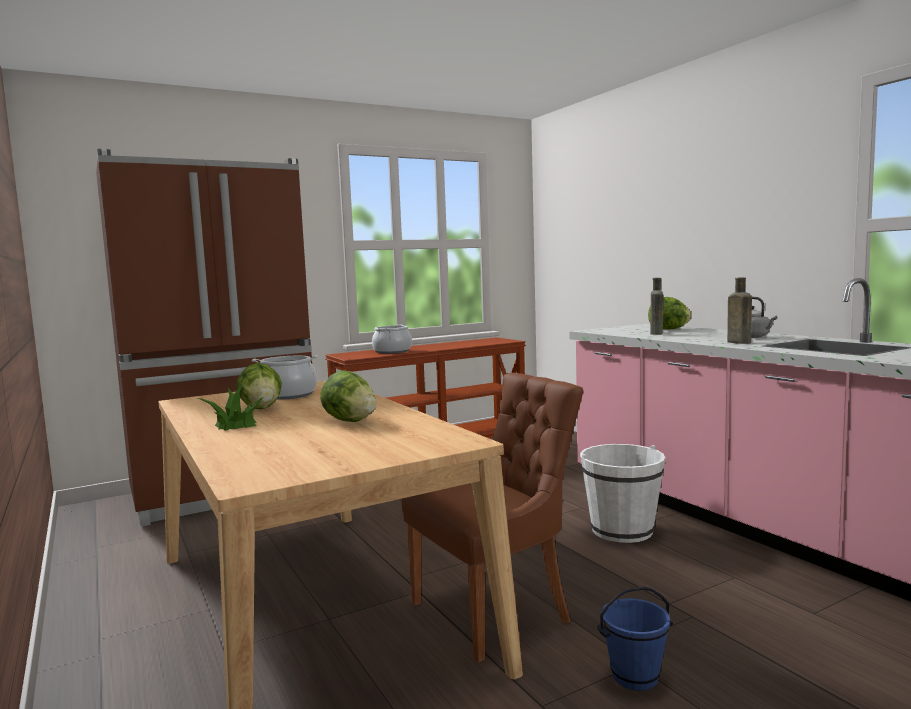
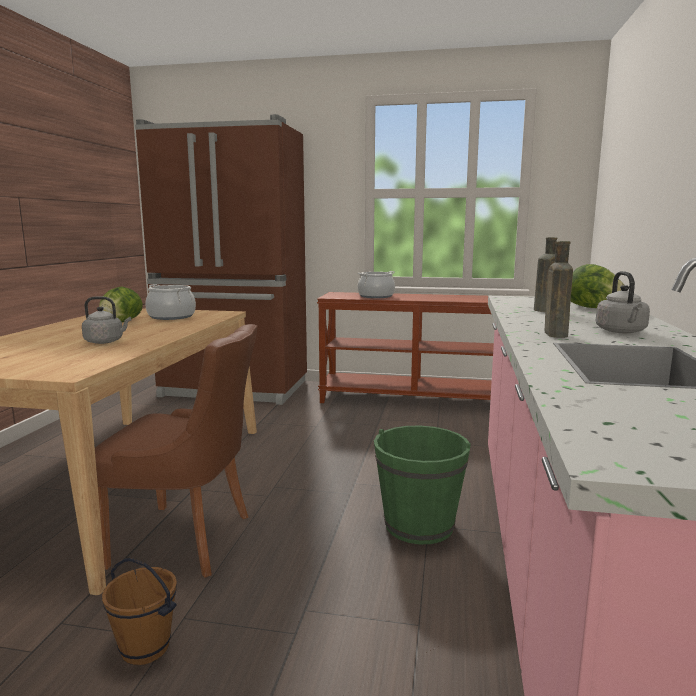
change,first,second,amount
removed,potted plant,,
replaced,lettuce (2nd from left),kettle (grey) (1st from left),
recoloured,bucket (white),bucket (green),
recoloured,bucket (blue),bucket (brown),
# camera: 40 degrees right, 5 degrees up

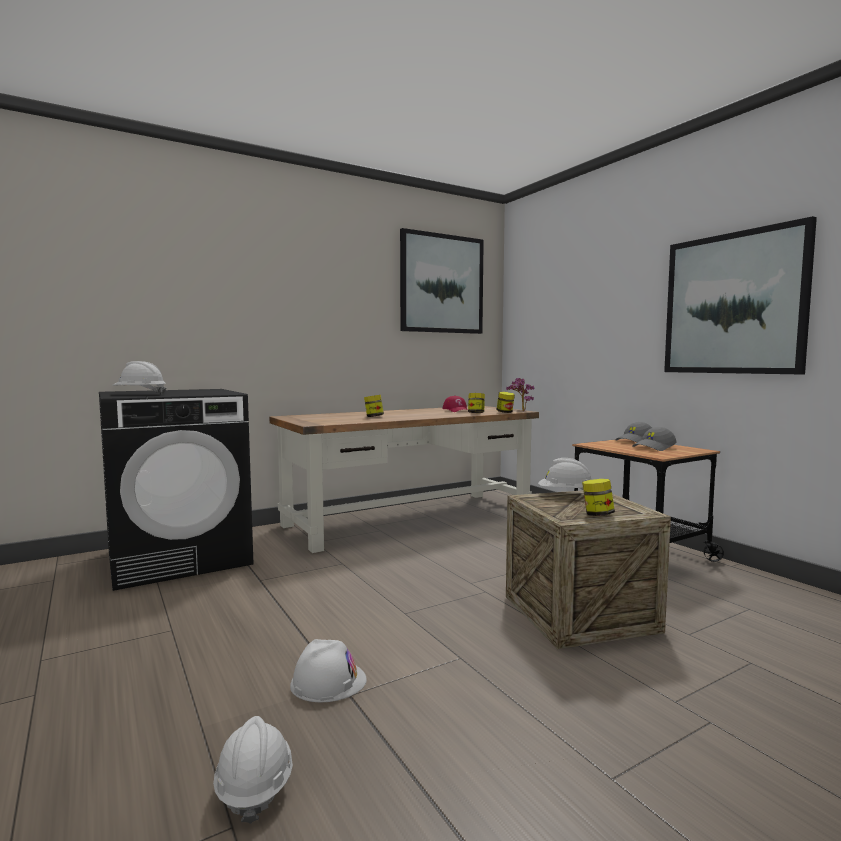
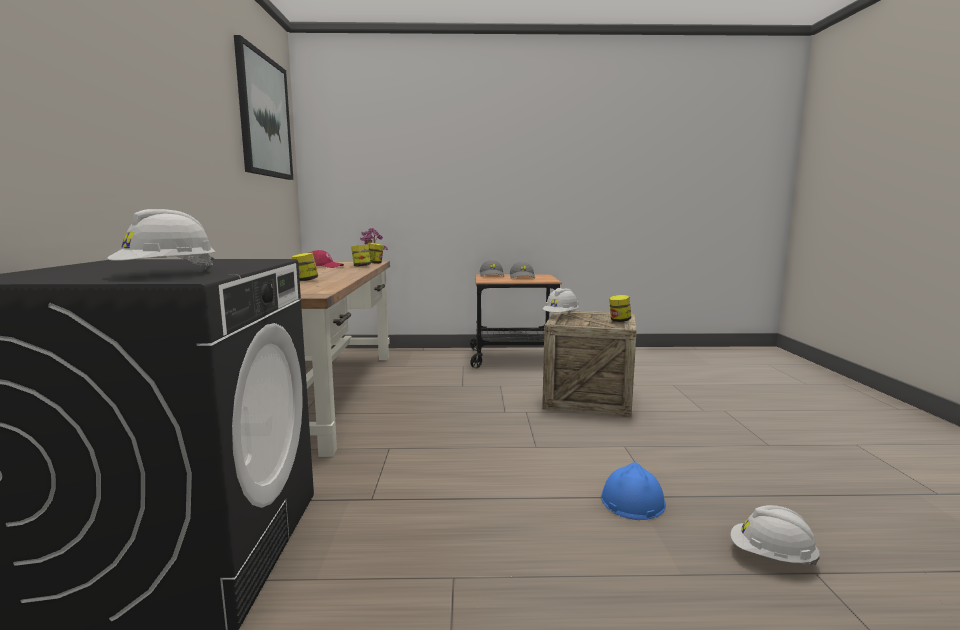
change,first,second,amount
recoloured,hard hat (white) (3rd from left),hard hat (blue),
removed,picture (2nd from left),,
# camera: 60 degrees left, 5 degrees up

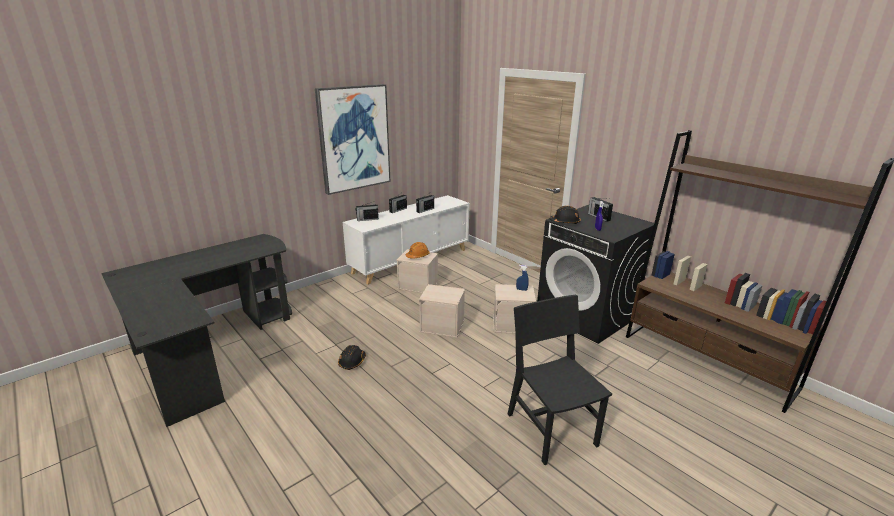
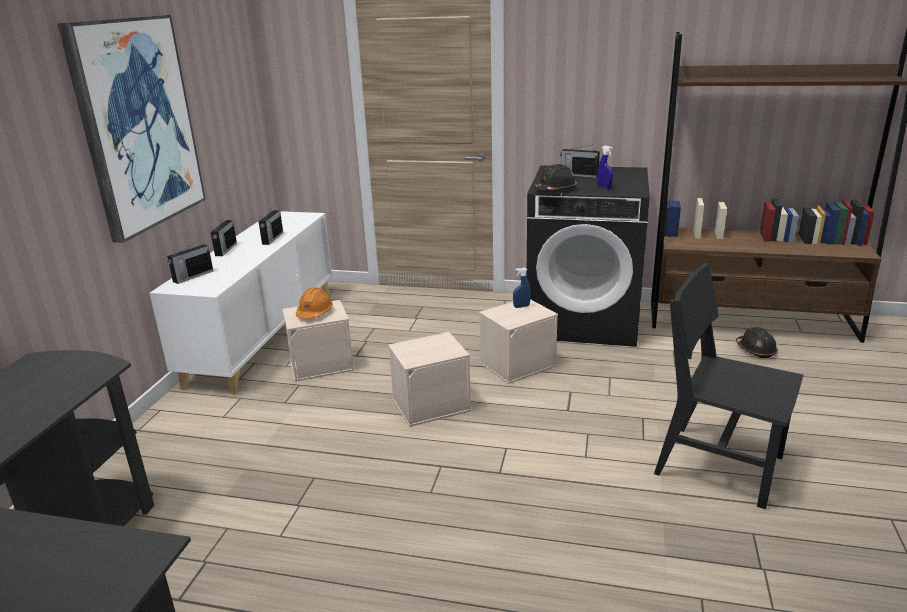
change,first,second,amount
moved,hard hat (black) (1st from left in the first image),hard hat (black) (2nd from left),
# camera: 35 degrees left, 0 degrees up

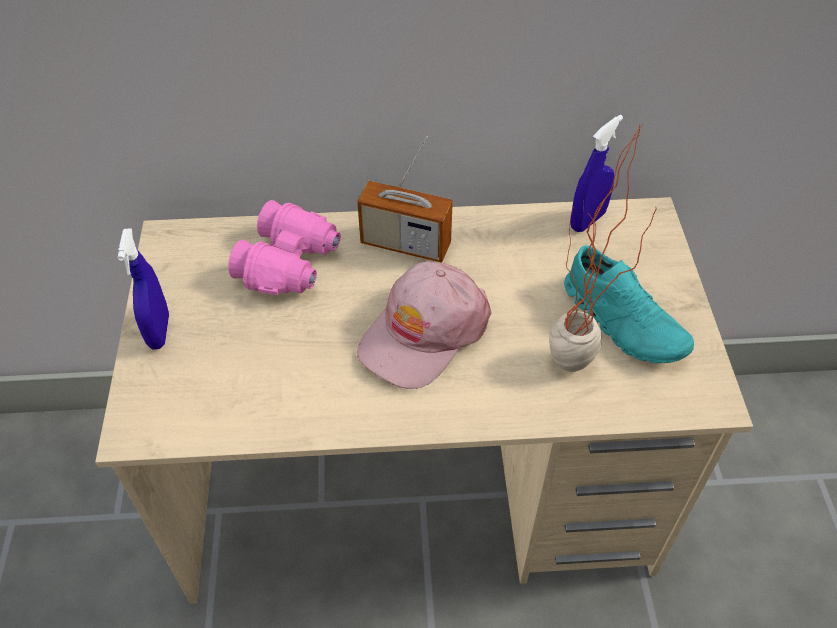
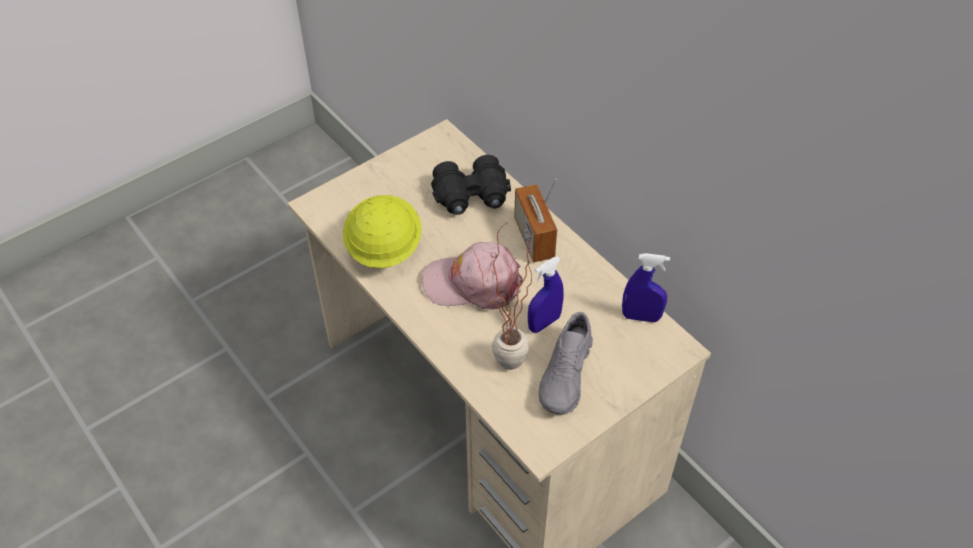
change,first,second,amount
moved,spray bottle (blue) (1st from left),,
recoloured,binoculars (pink),binoculars (black),
recoloured,shoe (turquoise),shoe (grey),
added,,hard hat (yellow),
# camera: 55 degrees right, 0 degrees up

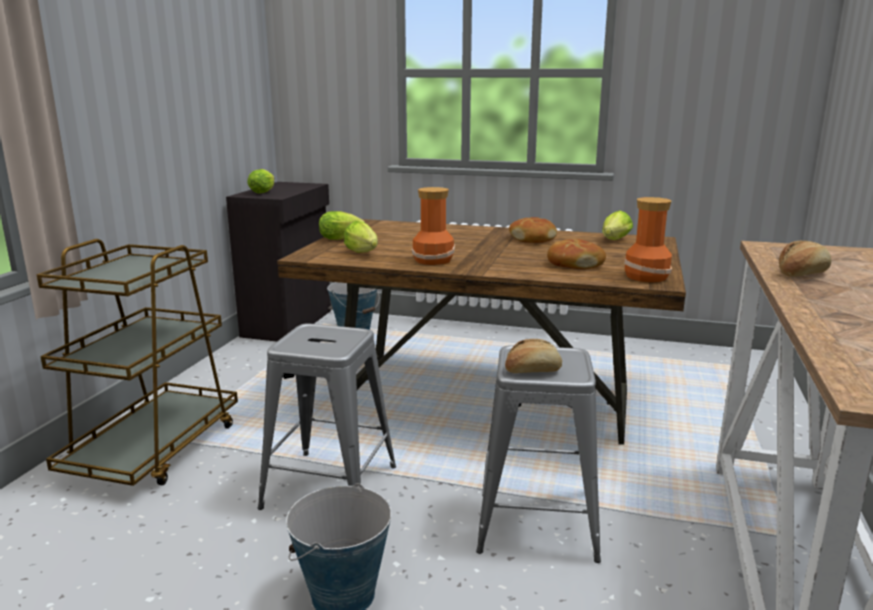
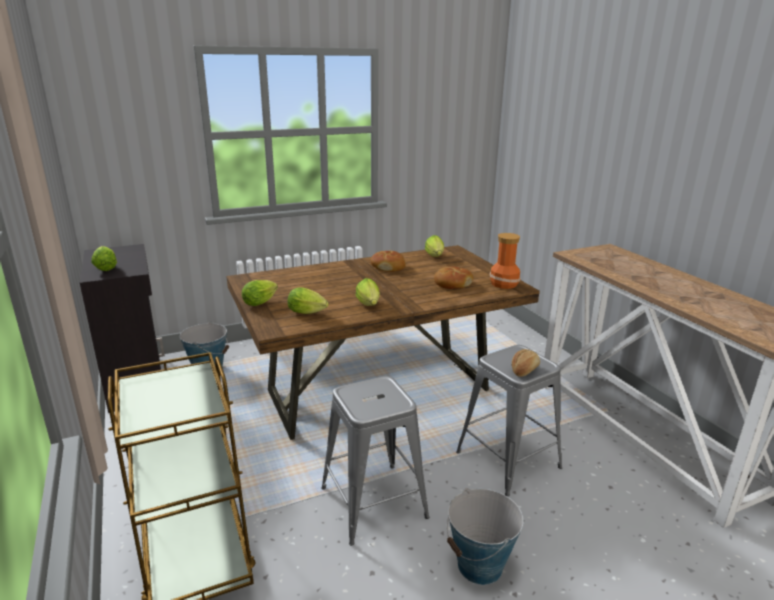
change,first,second,amount
replaced,vase (1st from left),lettuce (4th from left),
removed,bread (4th from left),,
# camera: 40 degrees left, 5 degrees up

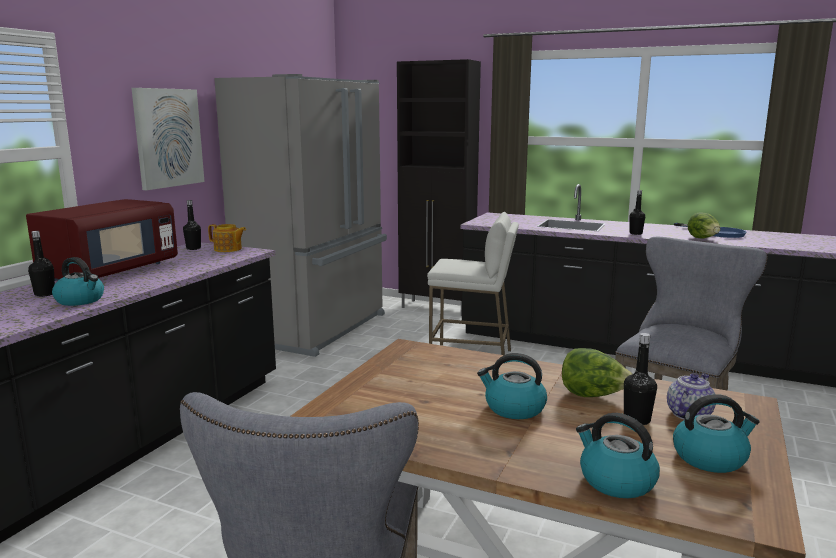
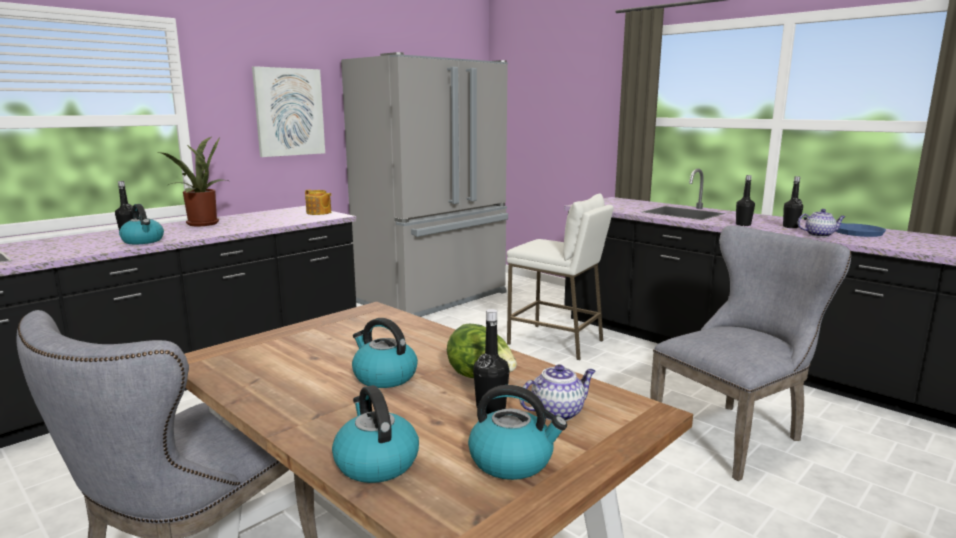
change,first,second,amount
replaced,microwave (red),potted plant,
moved,bottle (black) (2nd from left in the first image),bottle (black) (4th from left),
removed,cabinet (black),,
replaced,lettuce (2nd from left),teapot (3rd from left),
# camera: 20 degrees right, 0 degrees up

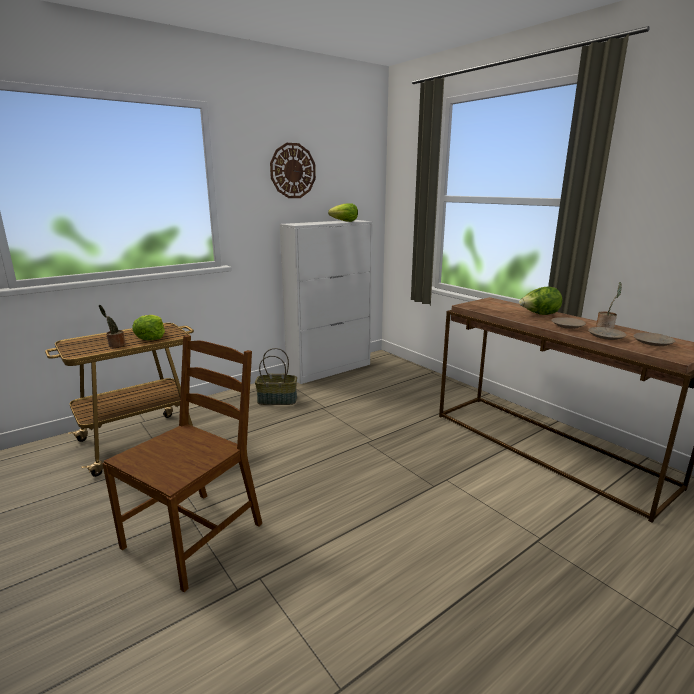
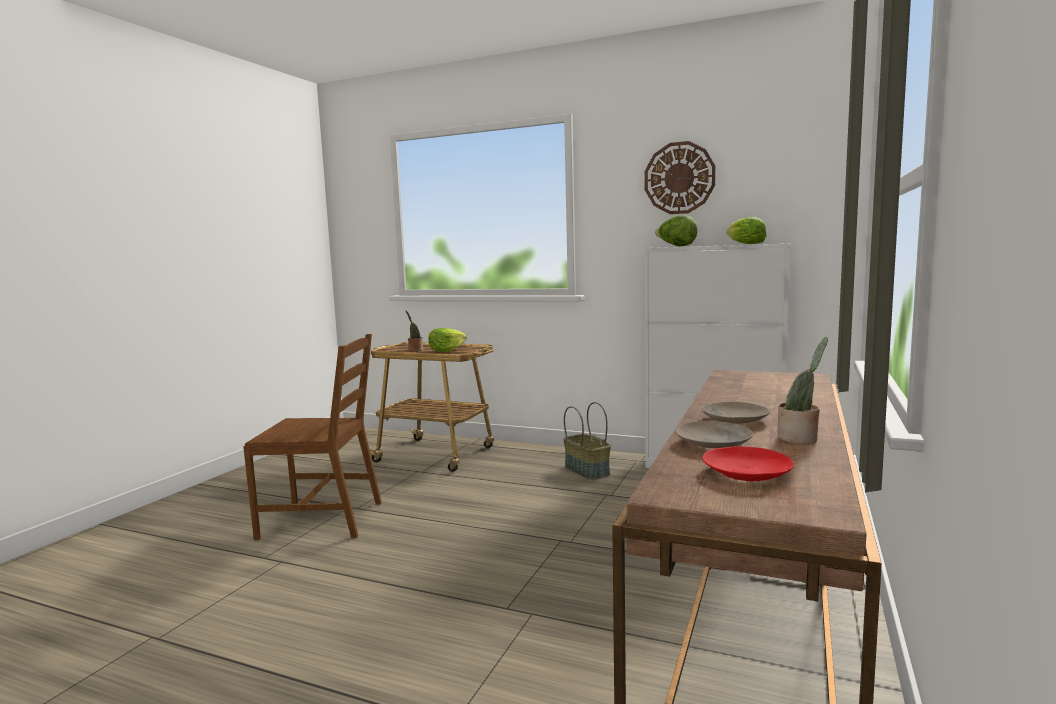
change,first,second,amount
moved,lettuce (3rd from left in the first image),lettuce (2nd from left),
recoloured,plate (beige) (3rd from left),plate (red),
# camera: 60 degrees right, 10 degrees down

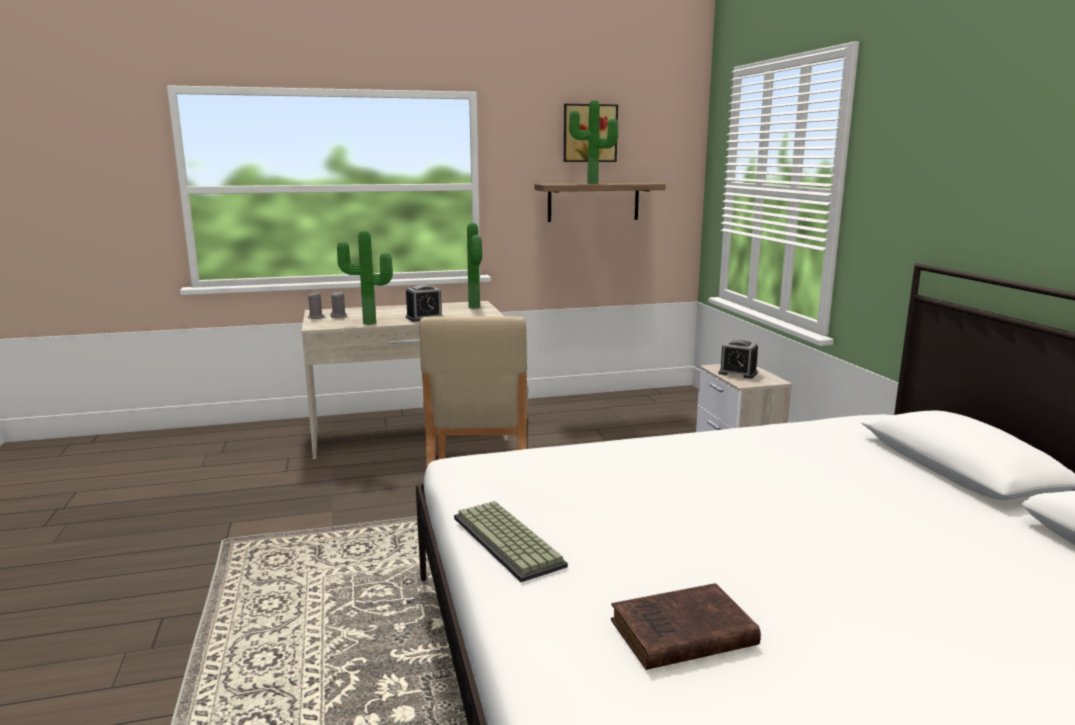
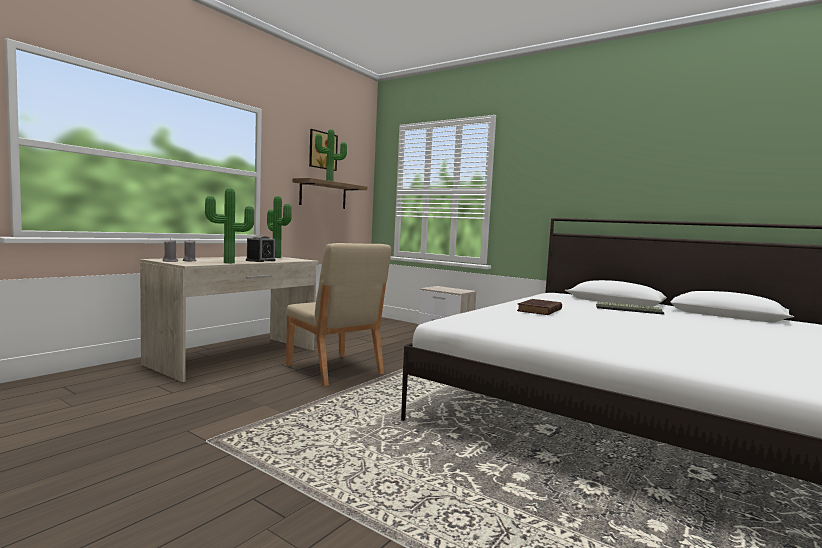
change,first,second,amount
moved,keyboard,,
moved,book (brown),,
removed,alarm clock (2nd from left),,
# camera: 40 degrees left, 10 degrees down

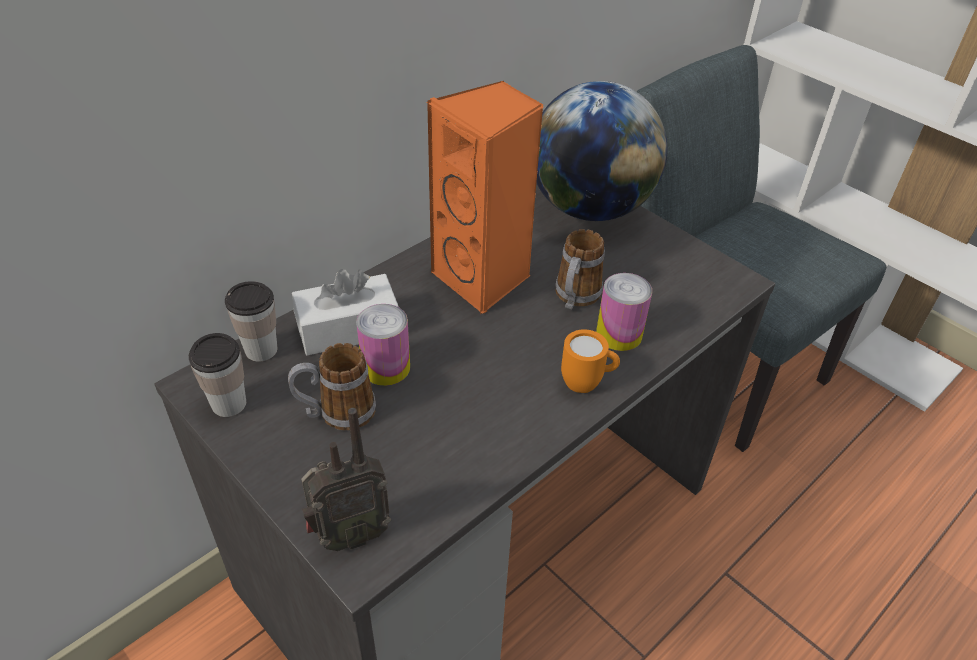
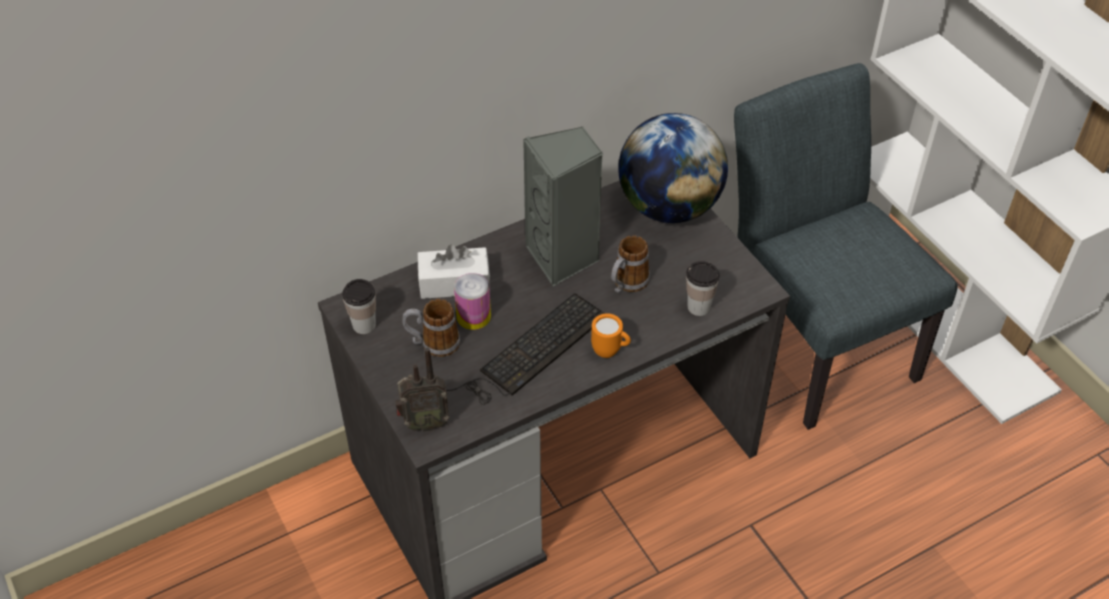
change,first,second,amount
moved,cup (2nd from left),,
recoloured,speaker (orange),speaker (grey),
removed,can (2nd from left),,
added,,keyboard,
# camera: 15 degrees right, 5 degrees up

